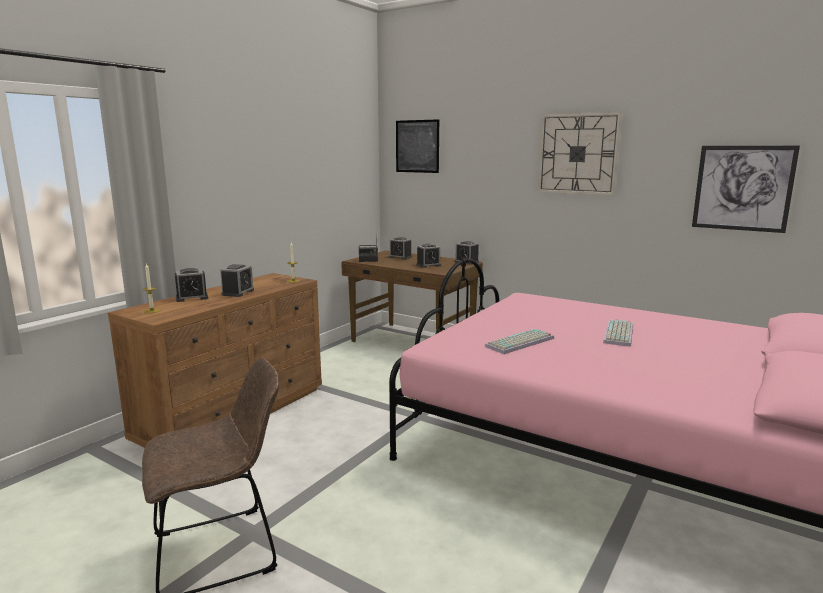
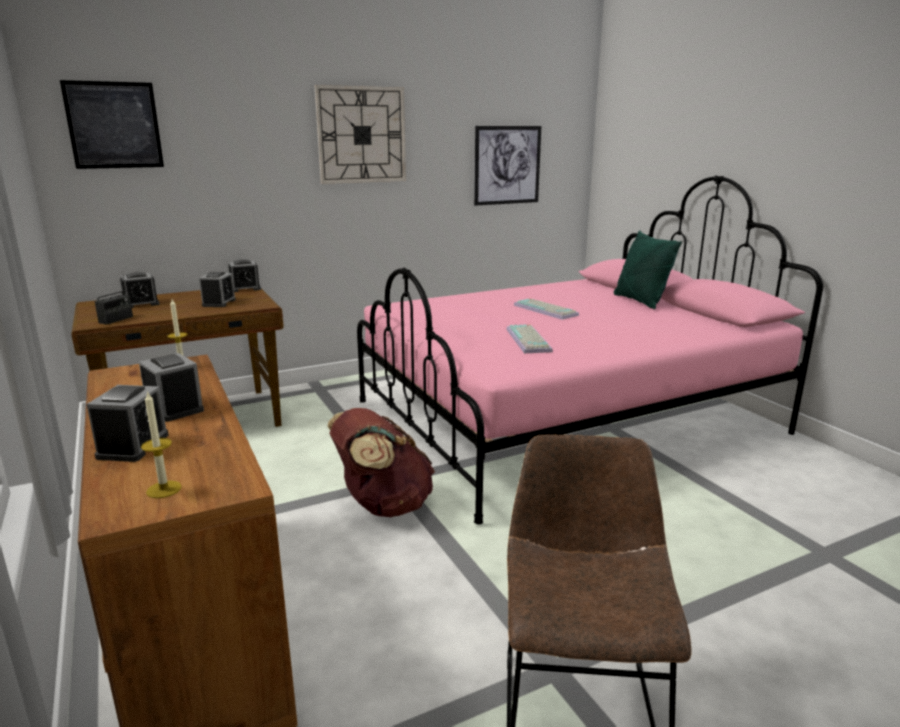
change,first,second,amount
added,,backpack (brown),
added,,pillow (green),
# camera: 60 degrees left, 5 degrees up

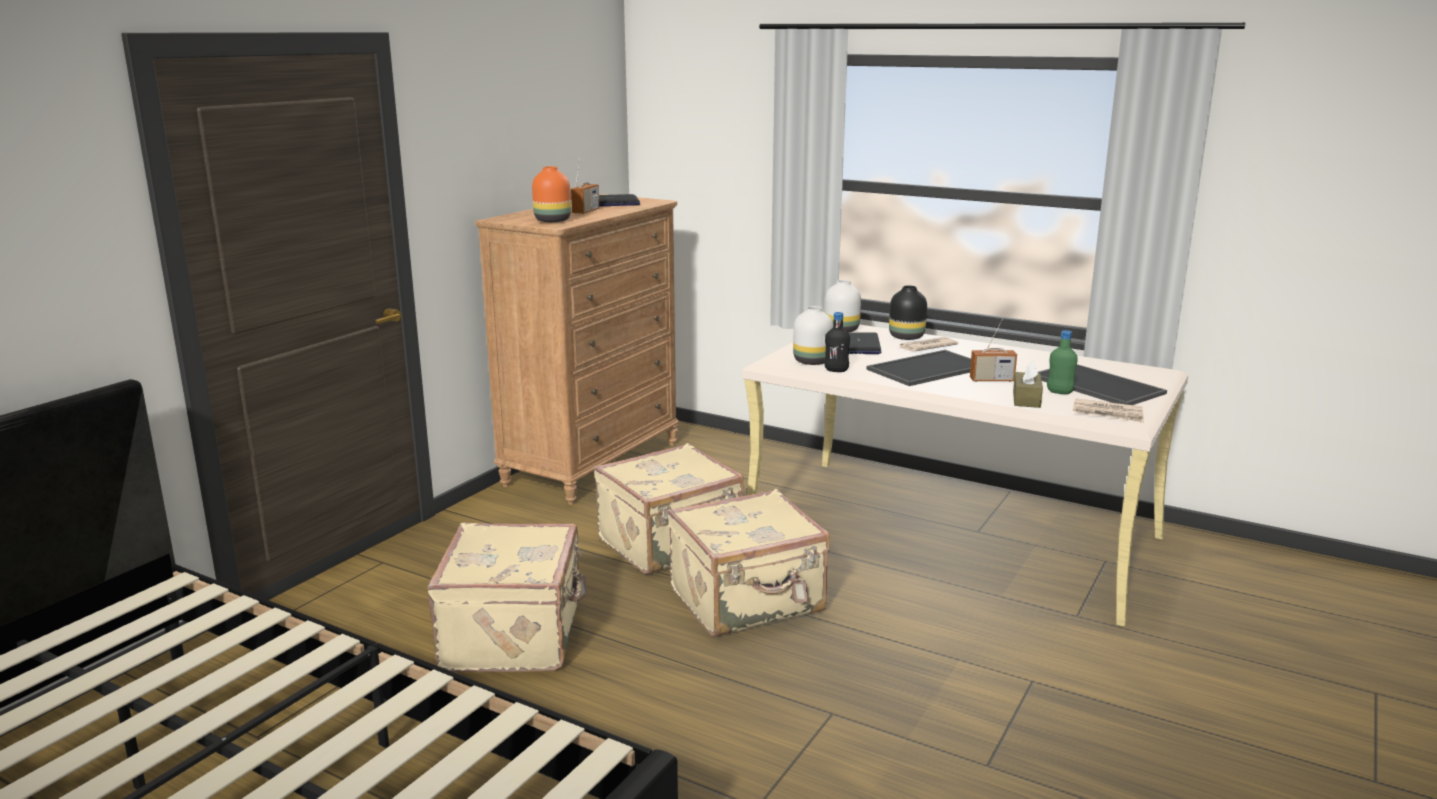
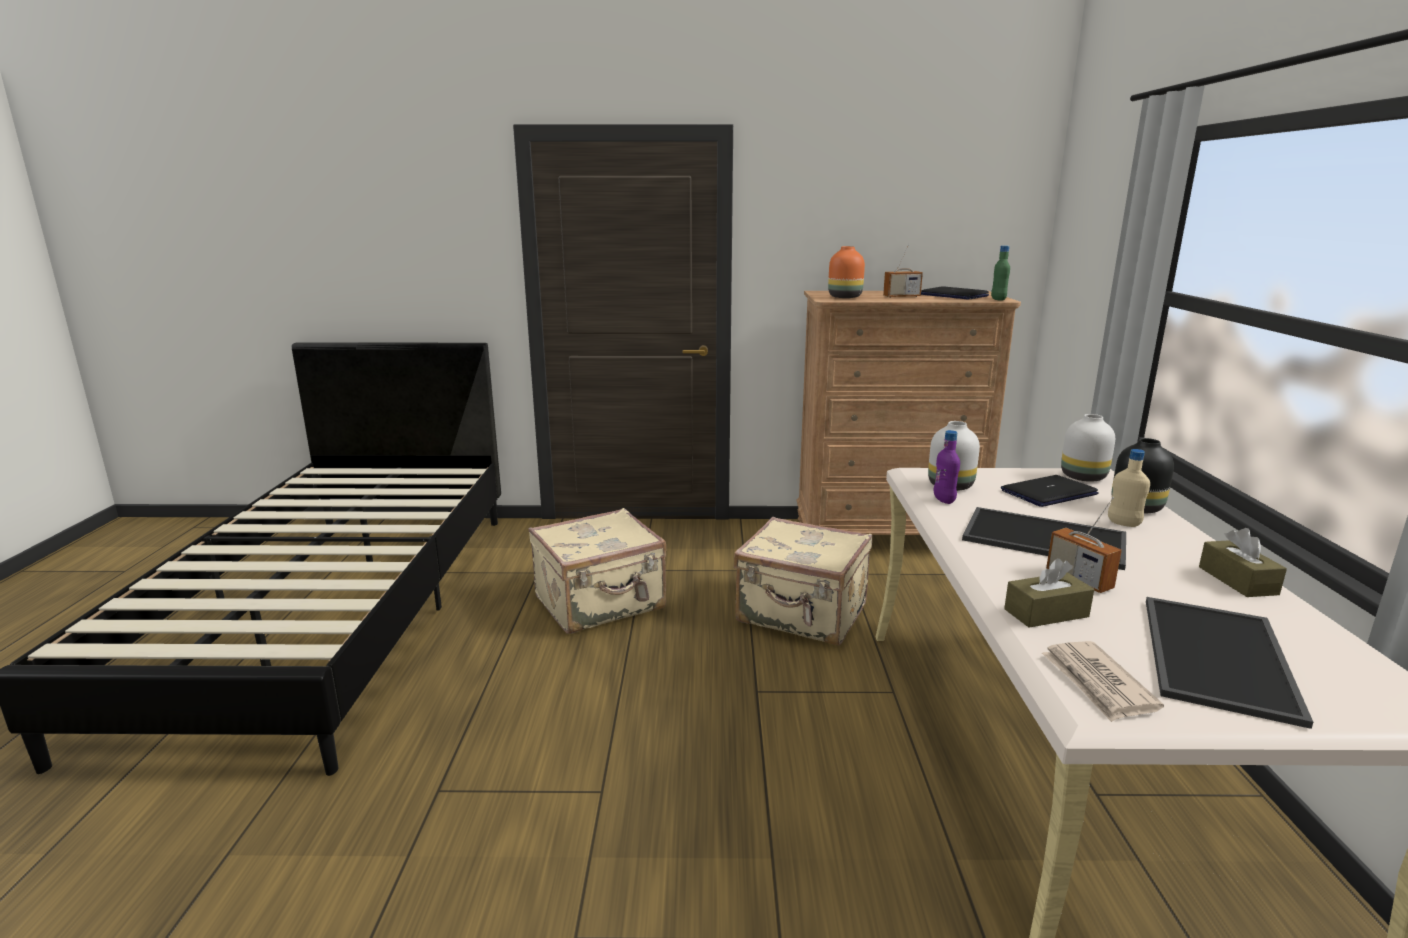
change,first,second,amount
removed,suitcase (beige) (3rd from left),,
recoloured,bottle (black),bottle (purple),
replaced,newspaper (1st from left),bottle (beige),
moved,bottle (green),,
added,,tissue box (brown) (2nd from left),
# camera: 60 degrees right, 0 degrees up

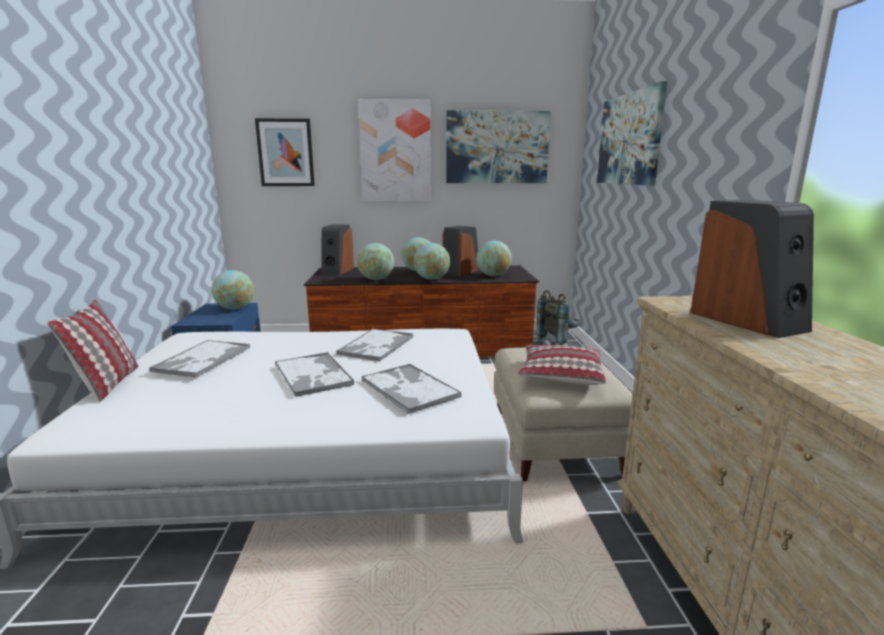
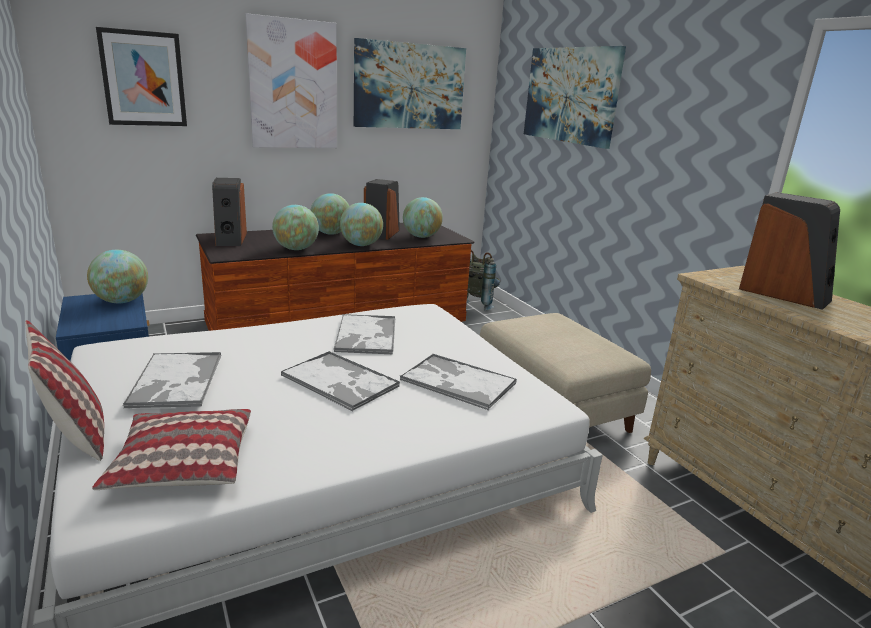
change,first,second,amount
moved,pillow (2nd from left),,
# camera: 25 degrees left, 5 degrees up

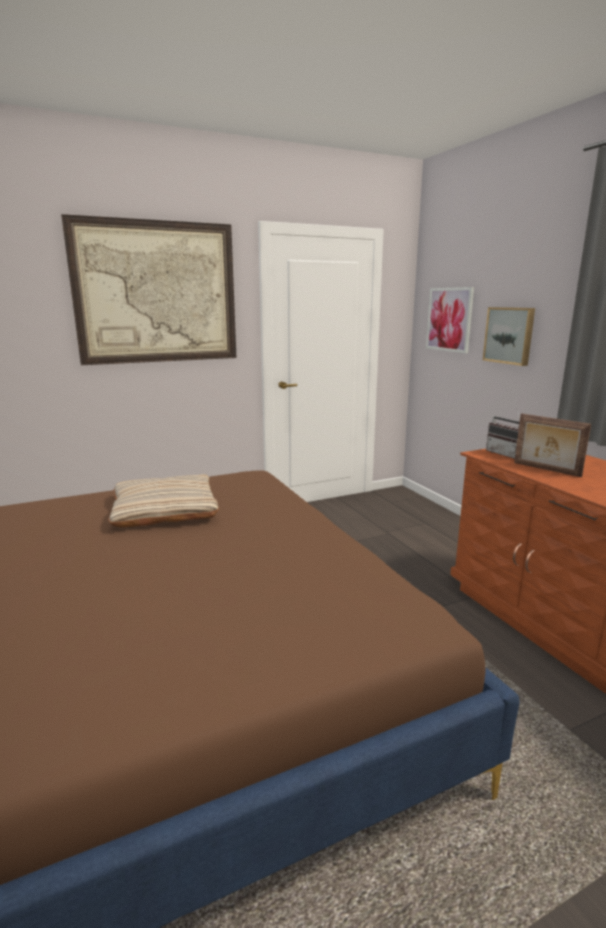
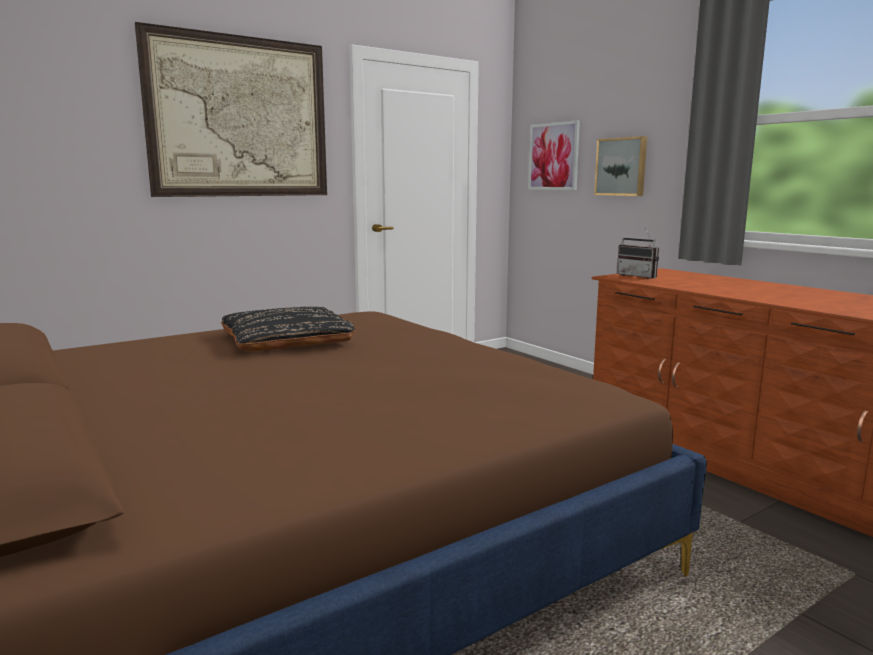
change,first,second,amount
recoloured,pillow (beige),pillow (black),
removed,picture frame,,
# camera: 10 degrees left, 5 degrees down

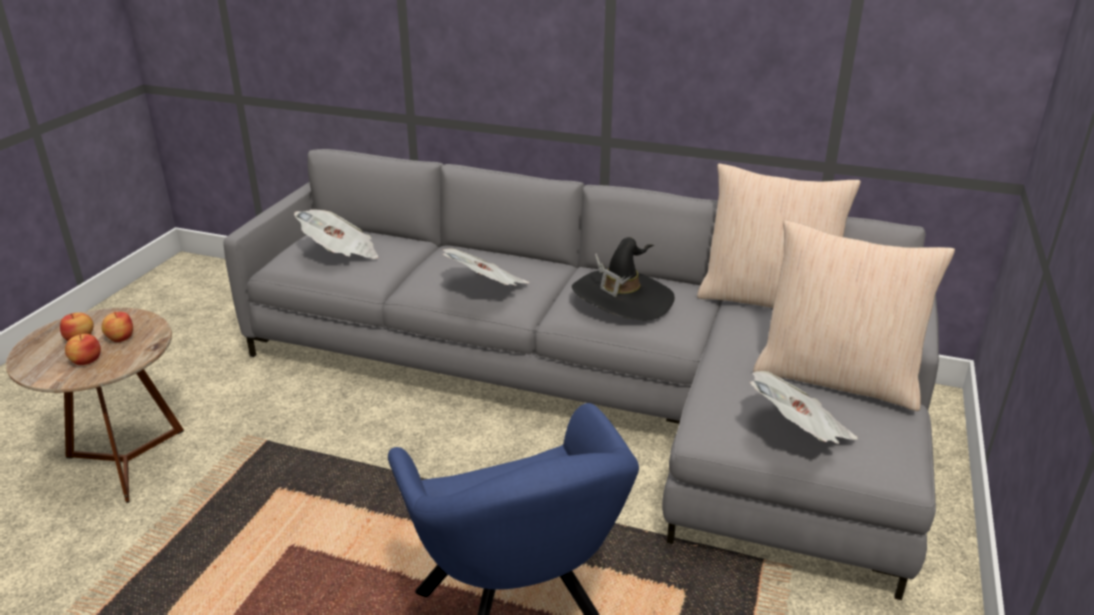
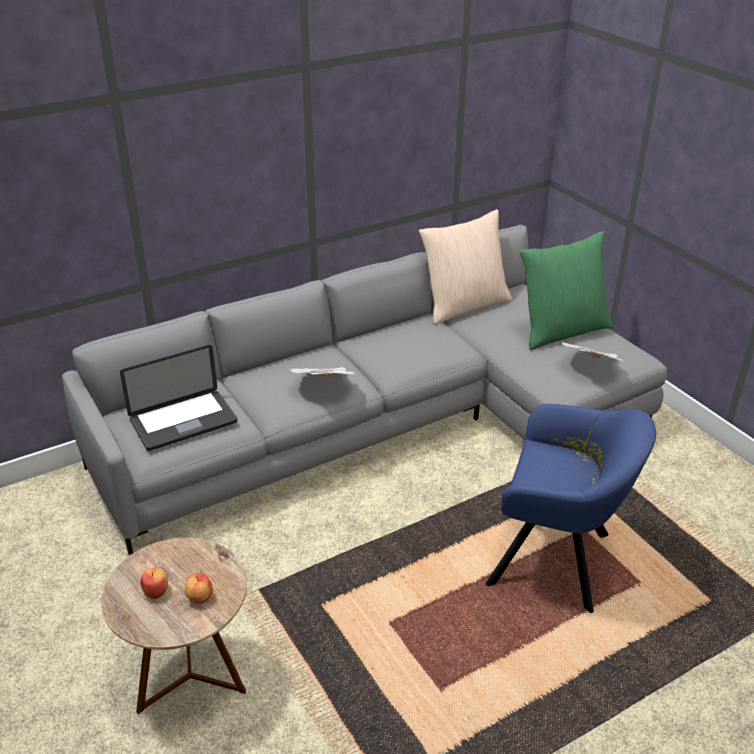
change,first,second,amount
removed,apple (3rd from left),,
replaced,newspaper (1st from left),laptop,
removed,hat (black),,
recoloured,pillow (beige) (2nd from left),pillow (green),
# camera: 50 degrees left, 5 degrees up

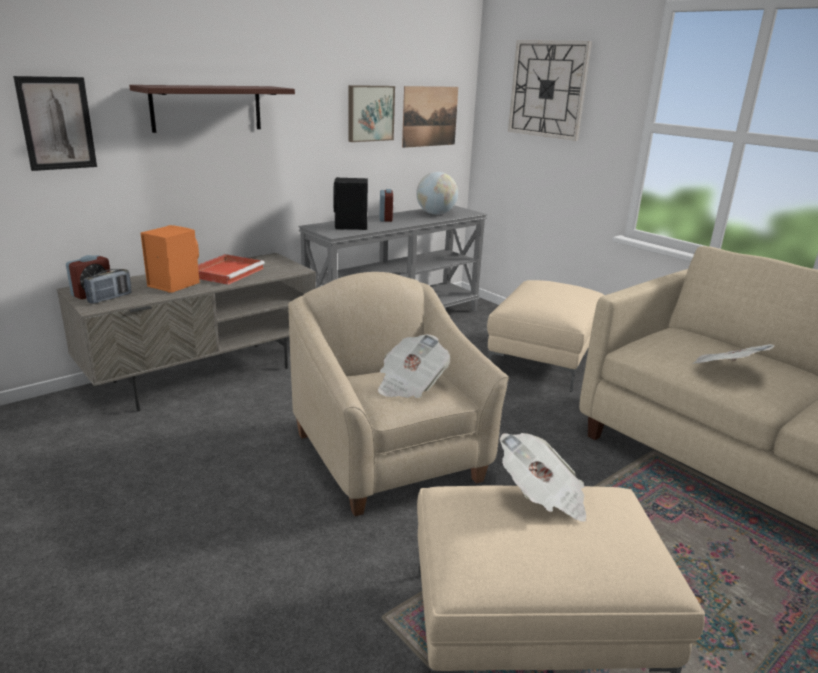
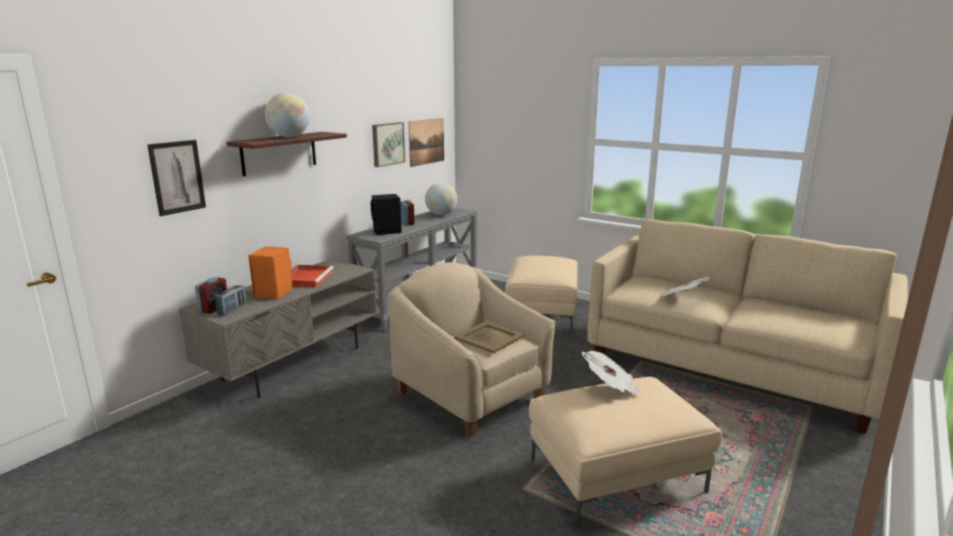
change,first,second,amount
replaced,newspaper (1st from left),tray (beige),
removed,wall clock,,
added,,globe (1st from left),
# camera: 15 degrees left, 5 degrees down

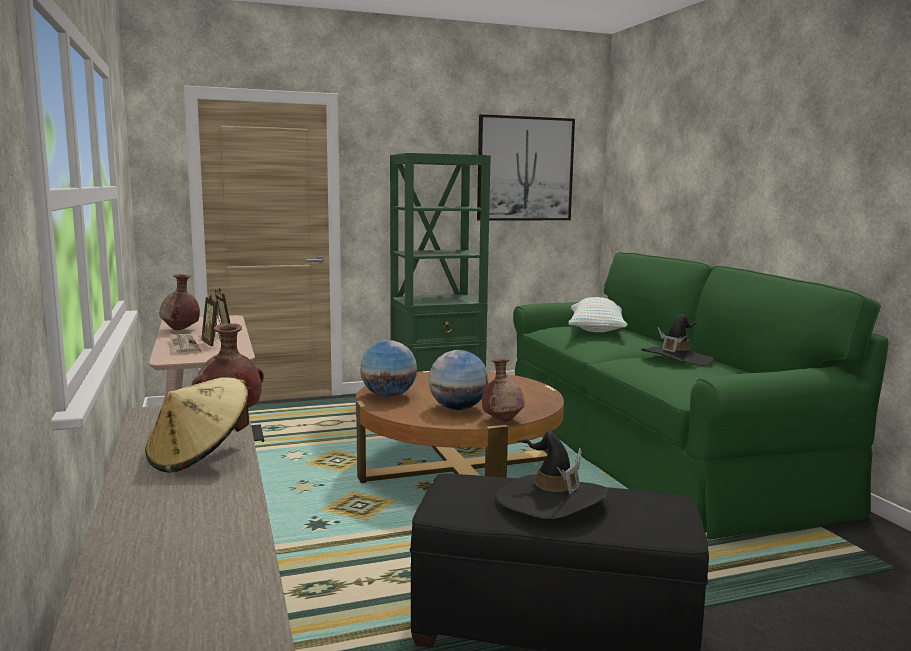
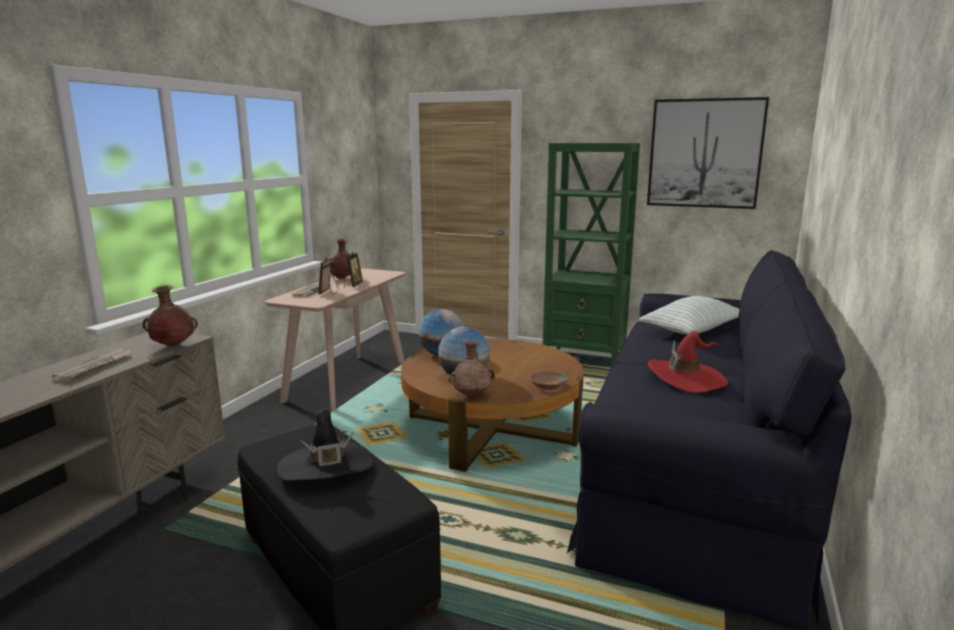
change,first,second,amount
replaced,hat (beige),newspaper (1st from left),
recoloured,sofa (green),sofa (black),
recoloured,hat (black) (2nd from left),hat (red),
added,,bowl (brown),
# camera: 40 degrees right, 5 degrees up

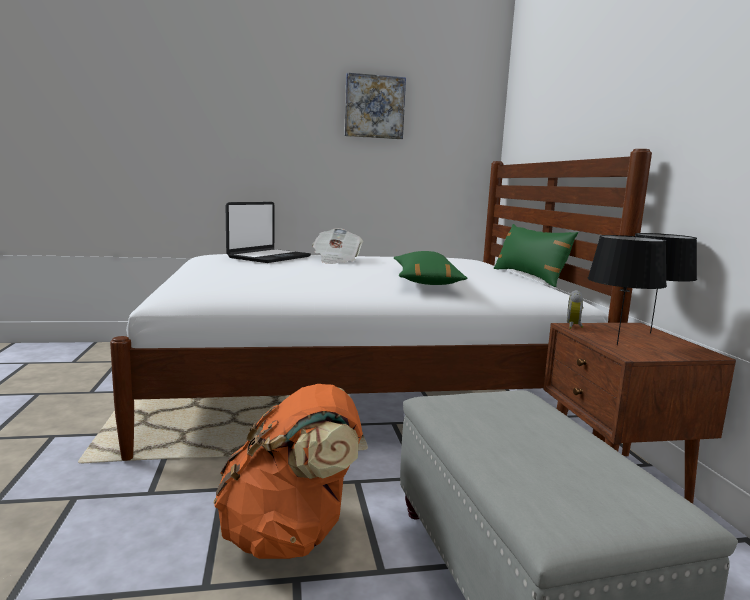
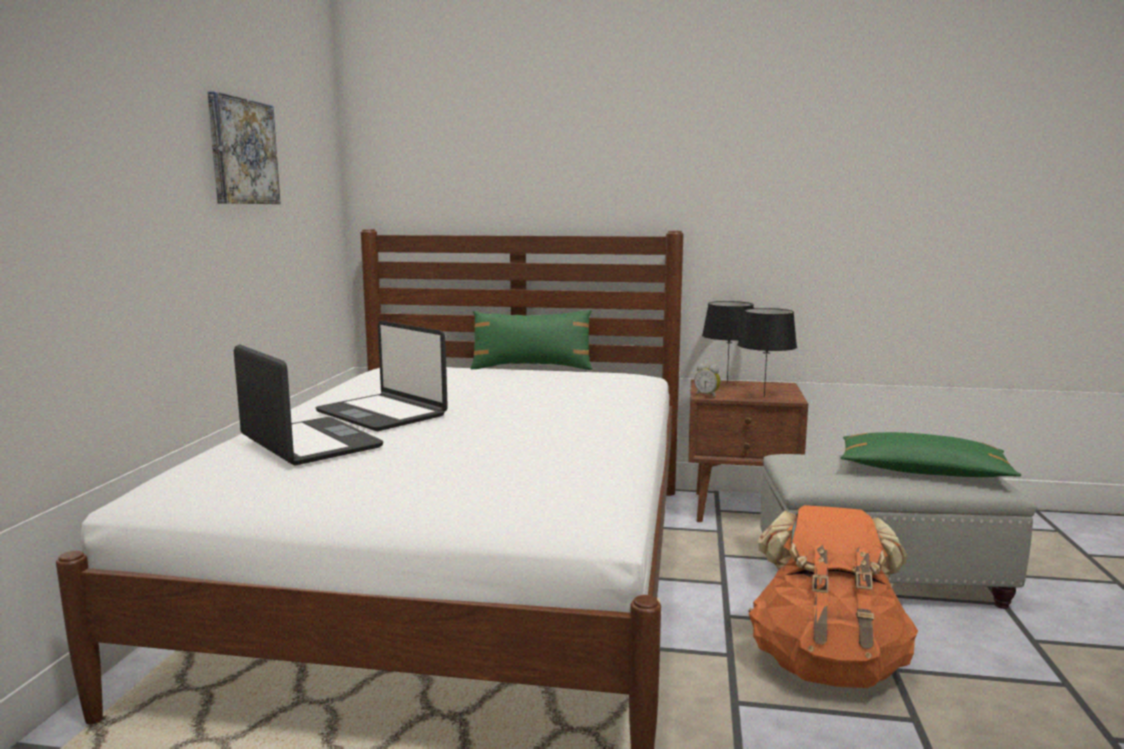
change,first,second,amount
replaced,newspaper,laptop (2nd from left),
moved,pillow (green) (1st from left in the first image),pillow (green) (2nd from left),
# camera: 70 degrees left, 0 degrees up

